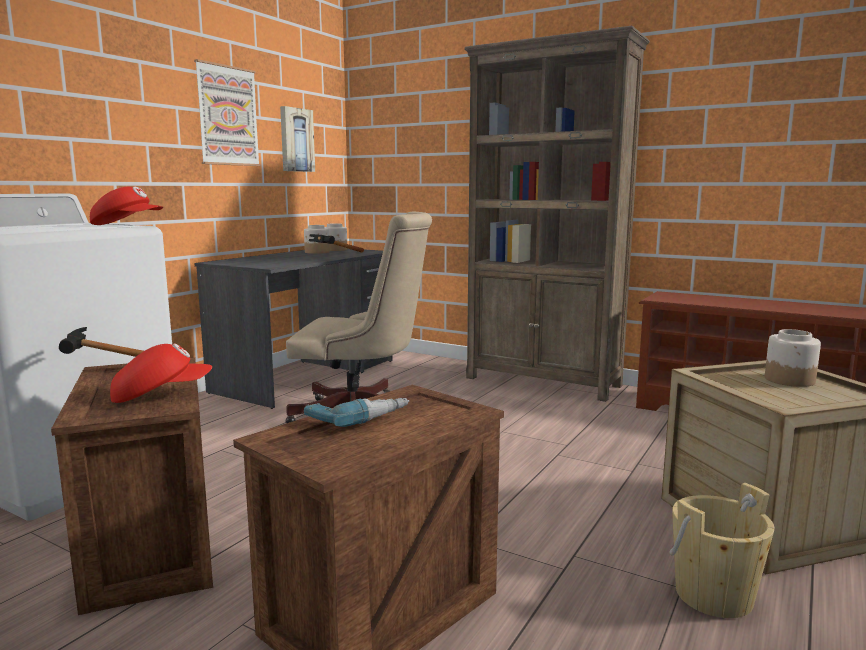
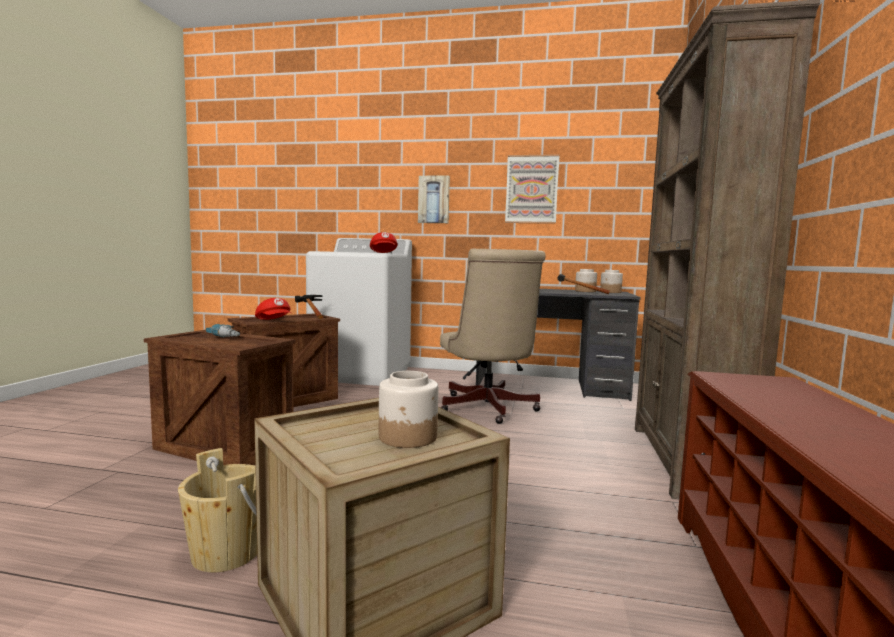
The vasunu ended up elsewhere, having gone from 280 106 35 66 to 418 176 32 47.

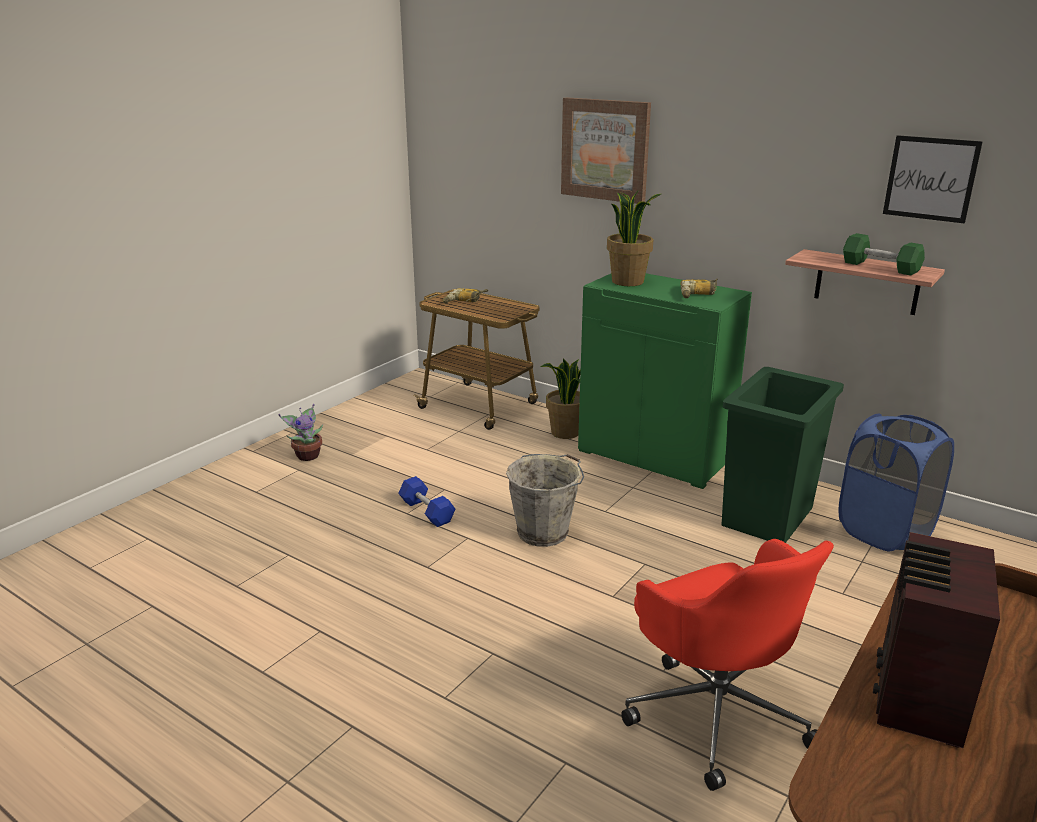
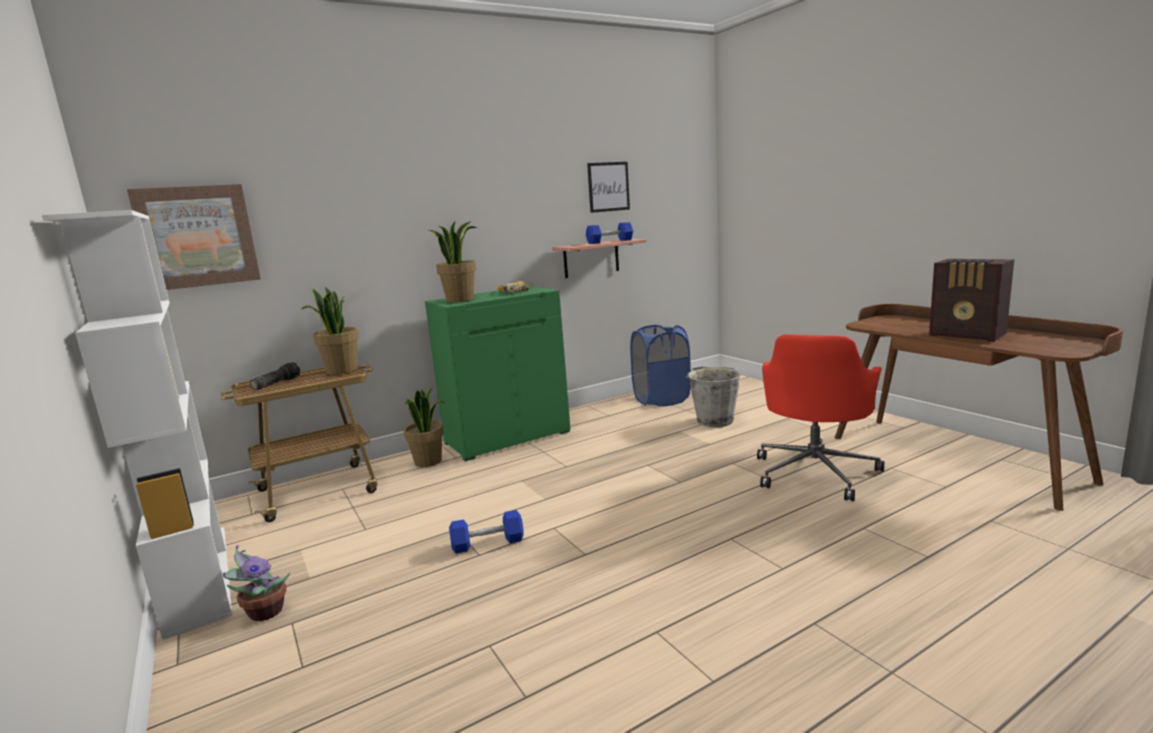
The second view lost the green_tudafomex at 722 367 122 176.
The second view gained the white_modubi at 42 210 190 430.
The second view gained the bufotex at 302 287 57 88.
The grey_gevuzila ended up elsewhere, having gone from 506 454 78 93 to 686 366 55 61.
The vasunu ended up elsewhere, having gone from 561 97 90 107 to 127 184 134 106.
Where the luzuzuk stood at 443 289 45 14, the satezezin came to stand at 250 362 50 29.
What was the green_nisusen at 843 233 82 43 turned into the blue_nisusen at 586 222 47 22.
The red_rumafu at 621 539 213 252 ended up facing another way, 120 degrees clockwise from before.

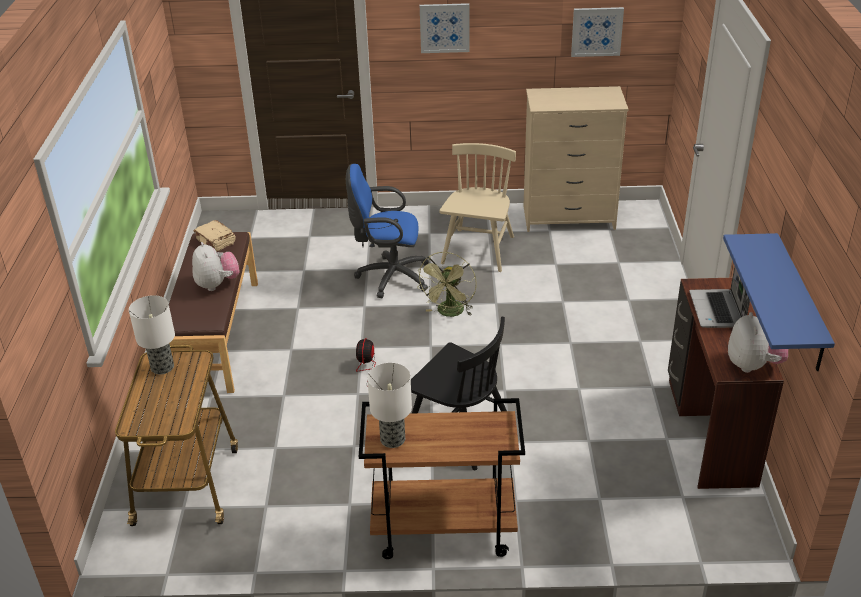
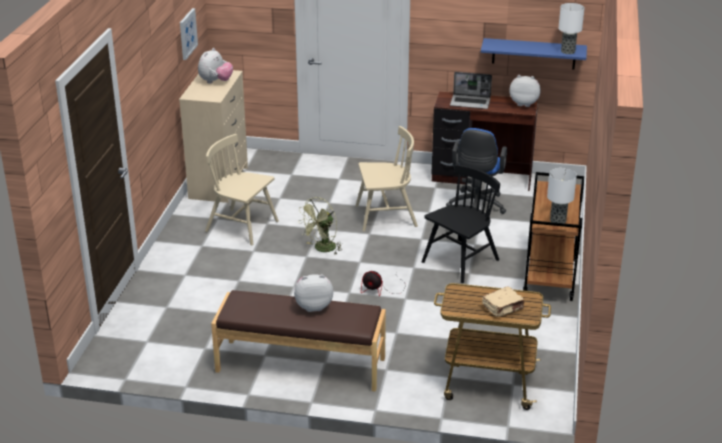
The second view lost the vasunu at 420 3 50 50.
The second view gained the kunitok at 198 48 35 36.
The second view gained the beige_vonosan at 355 126 63 106.
The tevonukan ended up elsewhere, having gone from 129 295 46 79 to 559 3 26 51.
The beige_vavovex ended up elsewhere, having gone from 193 220 43 31 to 482 287 43 30.
The blue_rumafu ended up elsewhere, having gone from 346 164 83 134 to 446 128 61 86.
The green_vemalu at 417 252 60 65 ended up facing another way, 105 degrees clockwise from before.

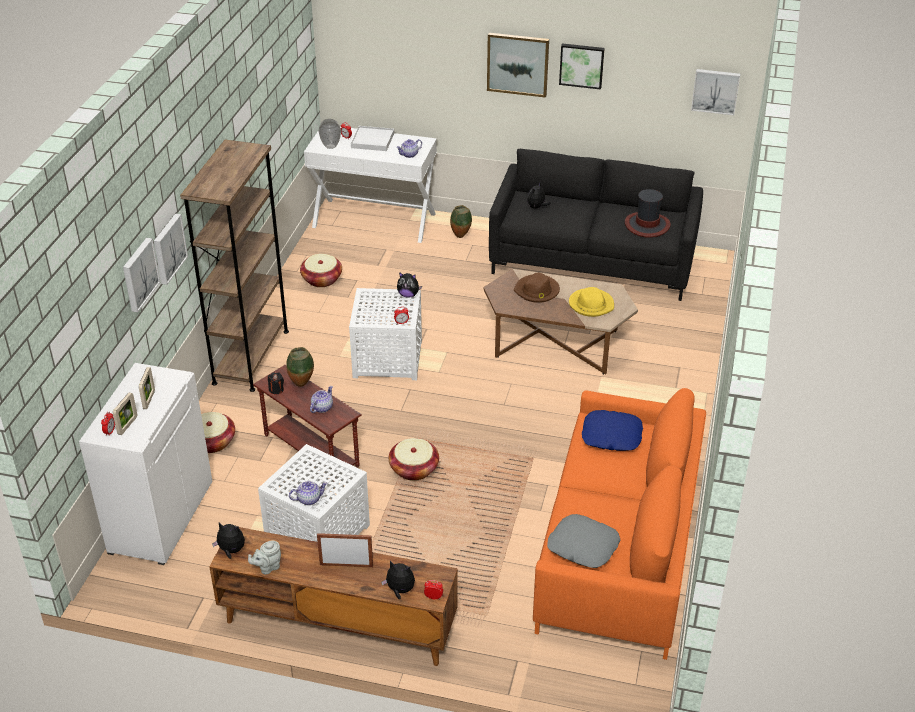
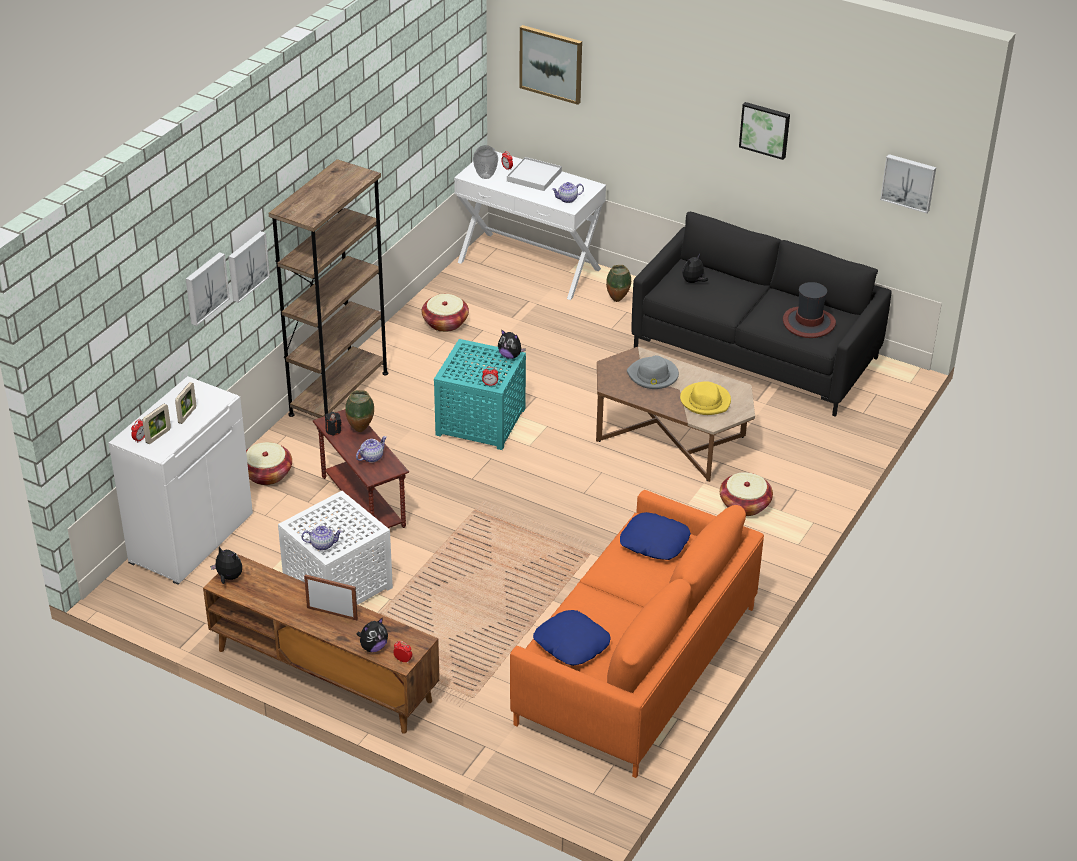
The second view lost the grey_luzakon at 248 541 33 33.
The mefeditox ended up elsewhere, having gone from 389 438 50 43 to 720 472 53 44.
The vasunu ended up elsewhere, having gone from 487 33 62 65 to 519 25 63 80.
What was the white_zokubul at 349 288 73 92 turned into the turquoise_zokubul at 434 339 92 111.
What was the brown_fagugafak at 514 273 46 30 turned into the grey_fagugafak at 627 355 52 34.
What was the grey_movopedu at 547 514 73 54 turned into the blue_movopedu at 533 610 78 56.
The kunitok at 381 561 34 39 ended up facing another way, 105 degrees clockwise from before.

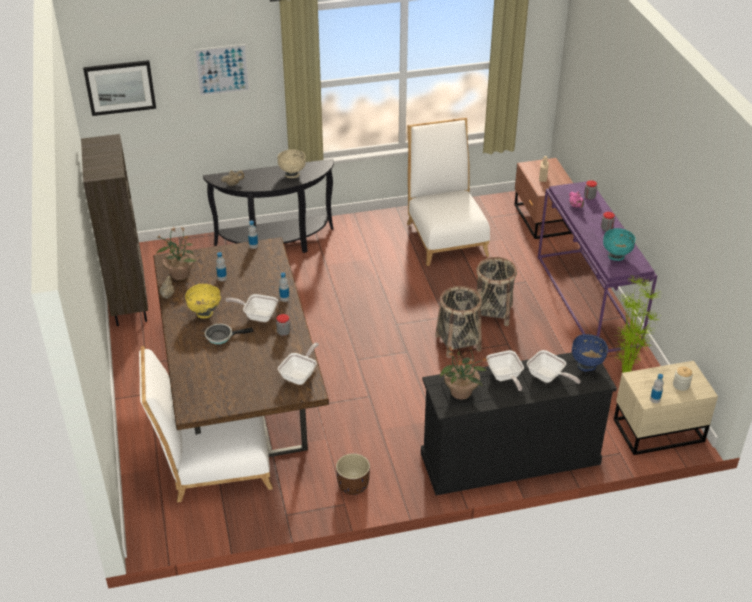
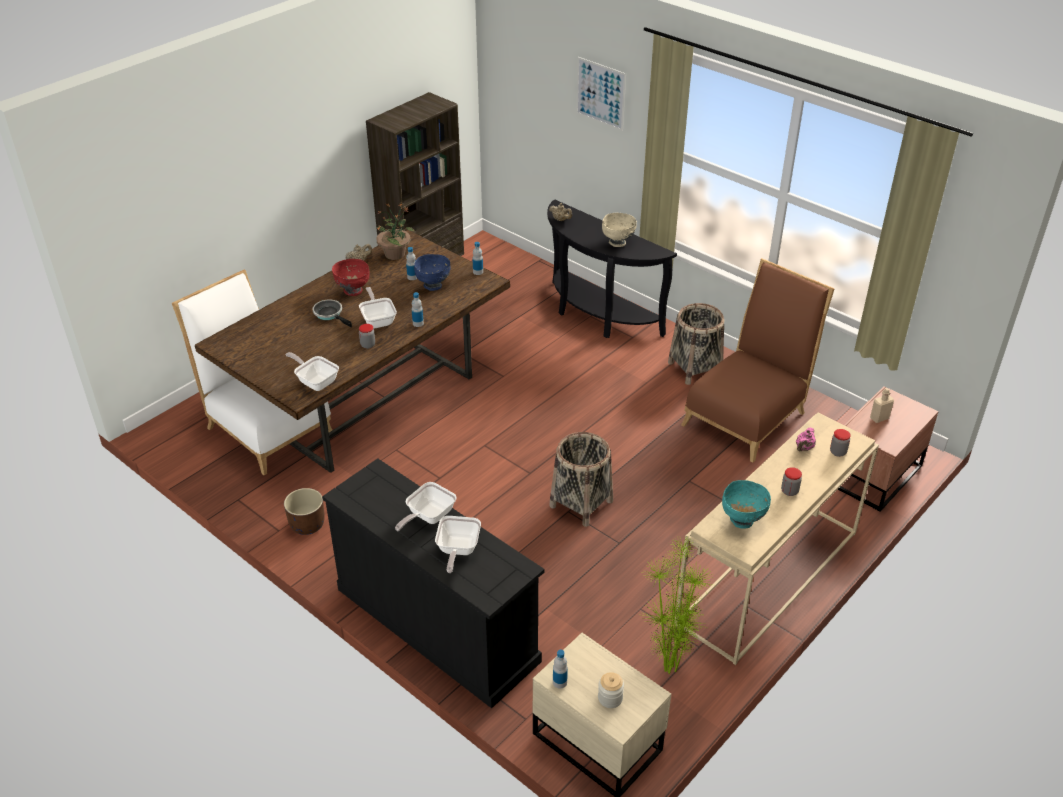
The second view lost the vasunu at 83 60 73 56.
The second view lost the bufotex at 440 347 48 52.
The mefeditox ended up elsewhere, having gone from 476 257 41 69 to 668 303 56 82.
The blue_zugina ended up elsewhere, having gone from 572 334 36 38 to 414 254 37 37.
What was the yellow_zugina at 185 284 36 34 turned into the red_zugina at 332 259 38 37.
What was the white_vonosan at 407 118 83 148 turned into the brown_vonosan at 681 258 153 205.
What was the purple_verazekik at 538 181 119 171 turned into the beige_verazekik at 675 413 204 252.
The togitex at 278 343 41 42 ended up facing another way, 135 degrees counterclockwise from before.

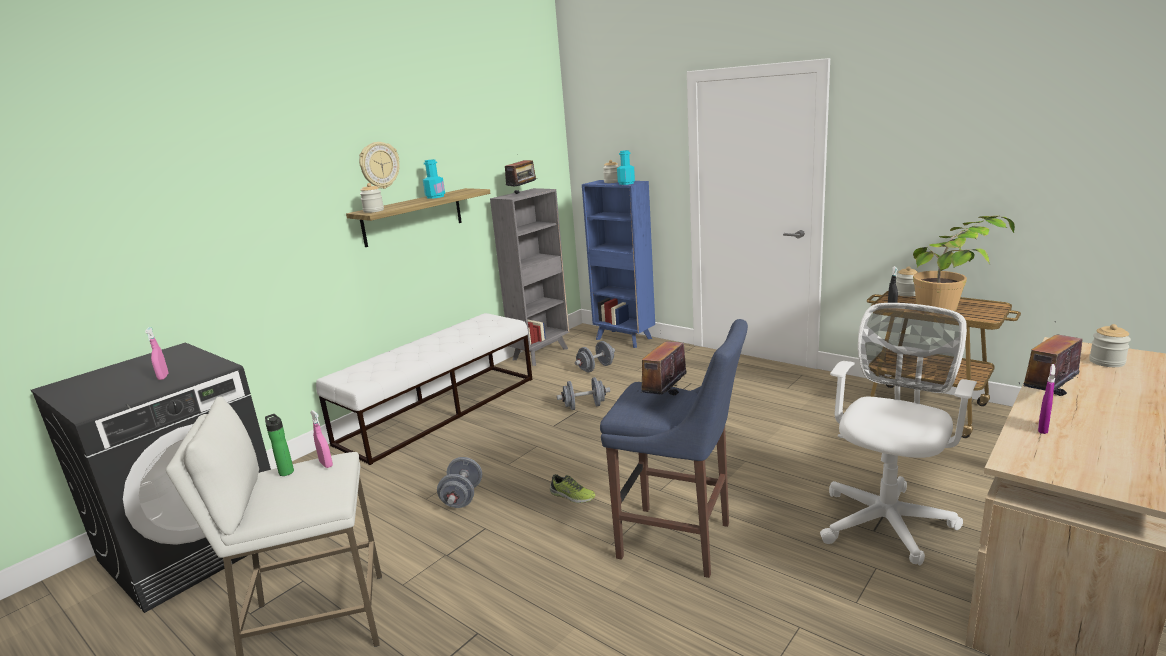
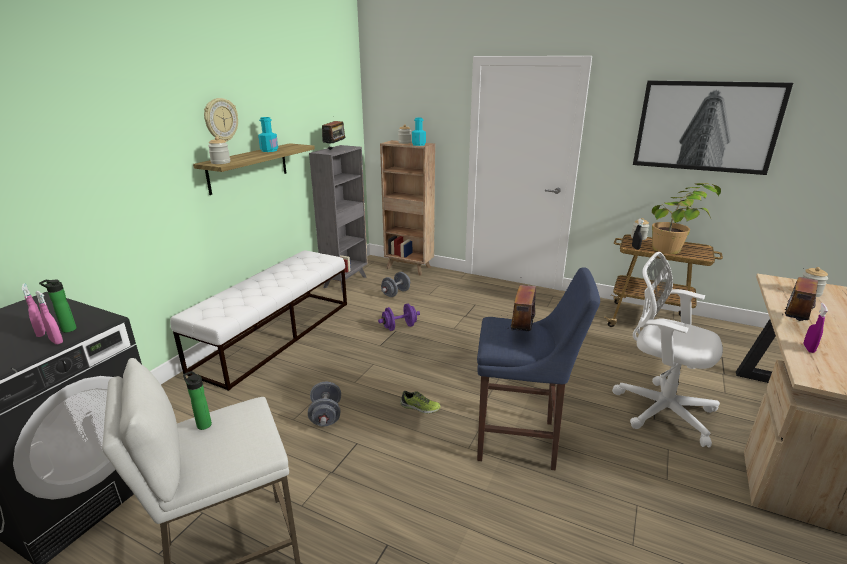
The second view gained the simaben at 39 279 38 54.
The second view gained the vasunu at 633 80 160 95.
The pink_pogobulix ended up elsewhere, having gone from 310 410 23 58 to 35 291 28 53.
What was the grey_nisusen at 557 377 53 33 turned into the purple_nisusen at 378 304 42 27.
What was the blue_modubi at 582 180 73 168 turned into the brown_modubi at 380 140 55 136.
The white_rumafu at 820 303 157 263 ended up facing another way, 75 degrees counterclockwise from before.

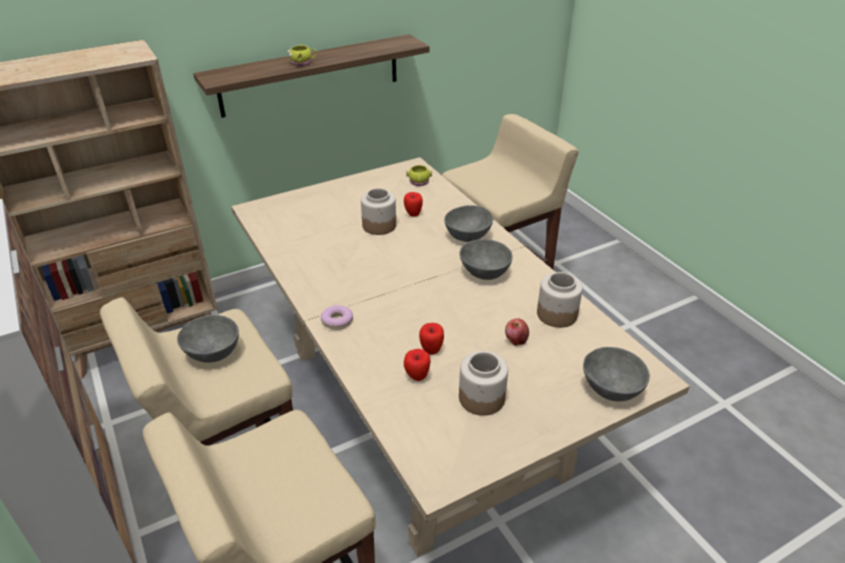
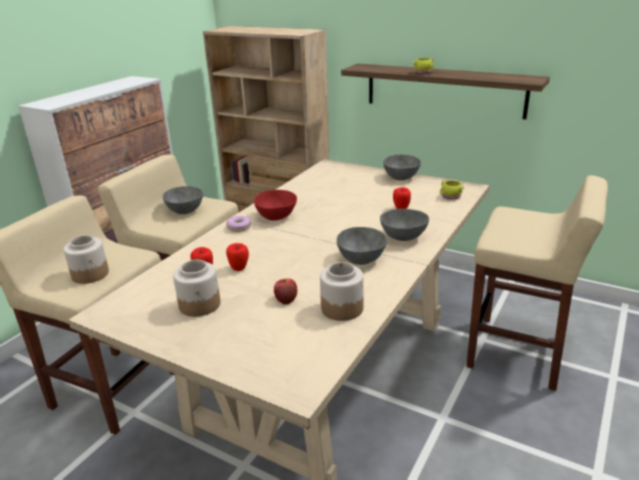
The second view gained the red_zugina at 254 190 43 31.
The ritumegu ended up elsewhere, having gone from 361 188 35 47 to 64 235 45 49.
The grey_zugina ended up elsewhere, having gone from 583 347 67 55 to 383 154 38 26.

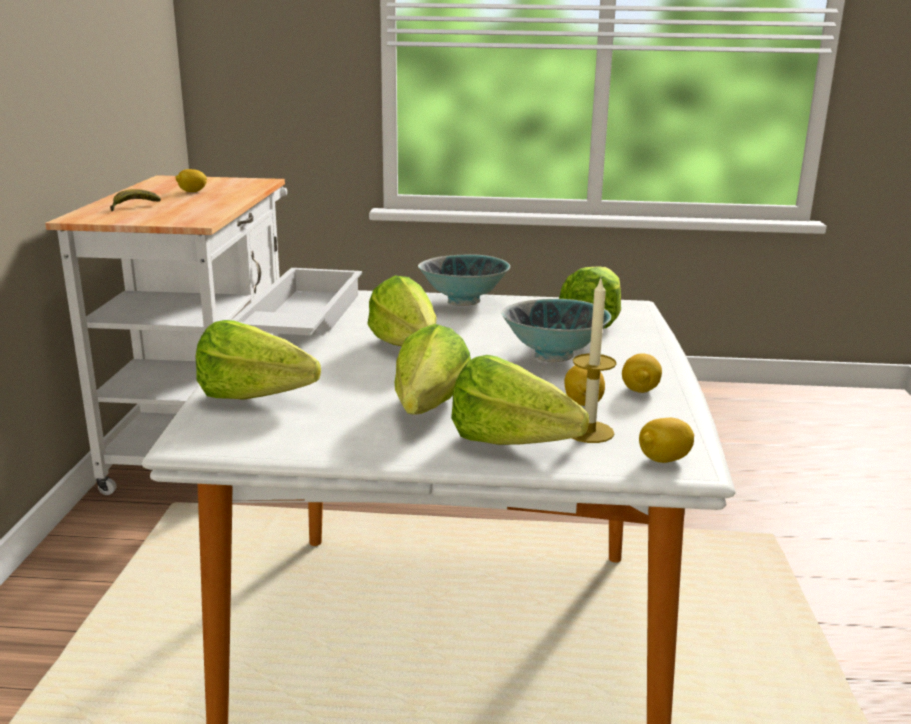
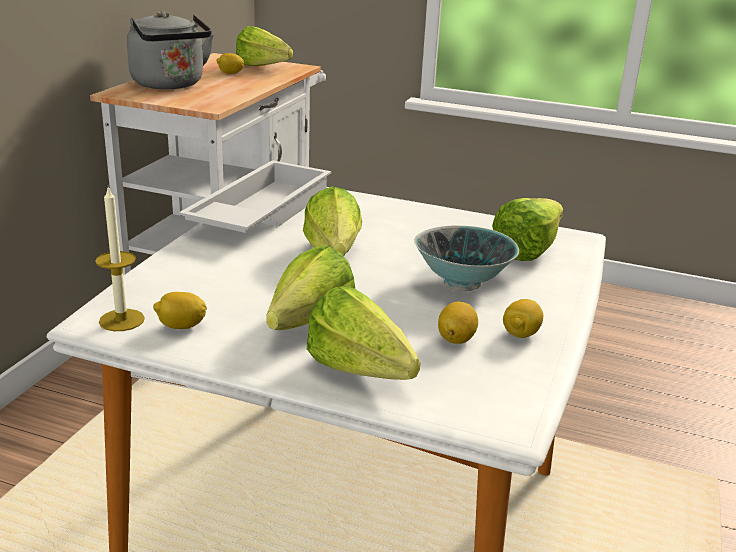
The second view lost the zugina at 418 254 92 52.
The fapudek ended up elsewhere, having gone from 196 320 125 80 to 236 26 57 40.
The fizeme ended up elsewhere, having gone from 572 279 45 164 to 95 186 50 145.
The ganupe ended up elsewhere, having gone from 639 418 55 45 to 153 292 54 37.
Where the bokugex stood at 110 189 51 22, the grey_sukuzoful came to stand at 127 11 87 78.

